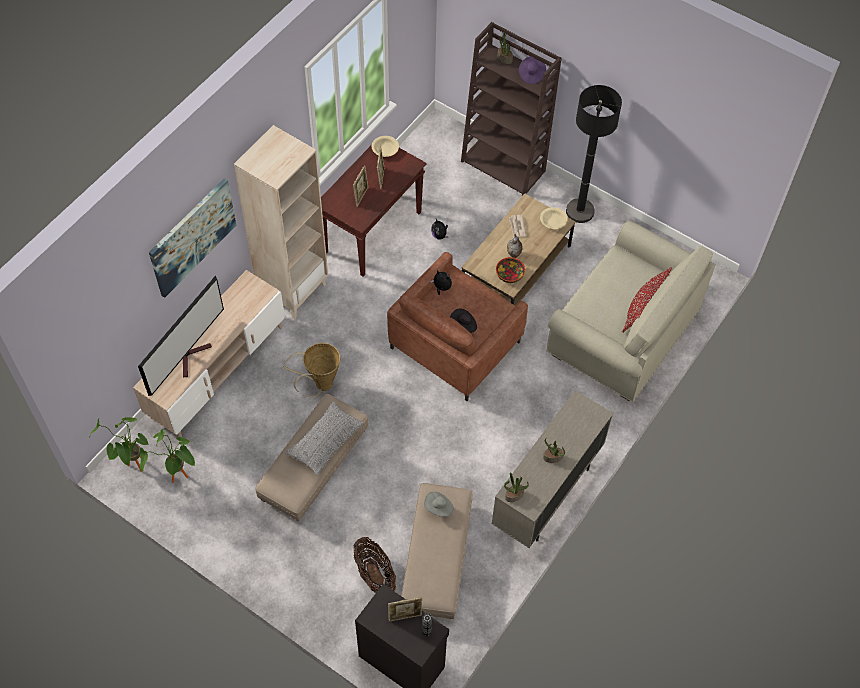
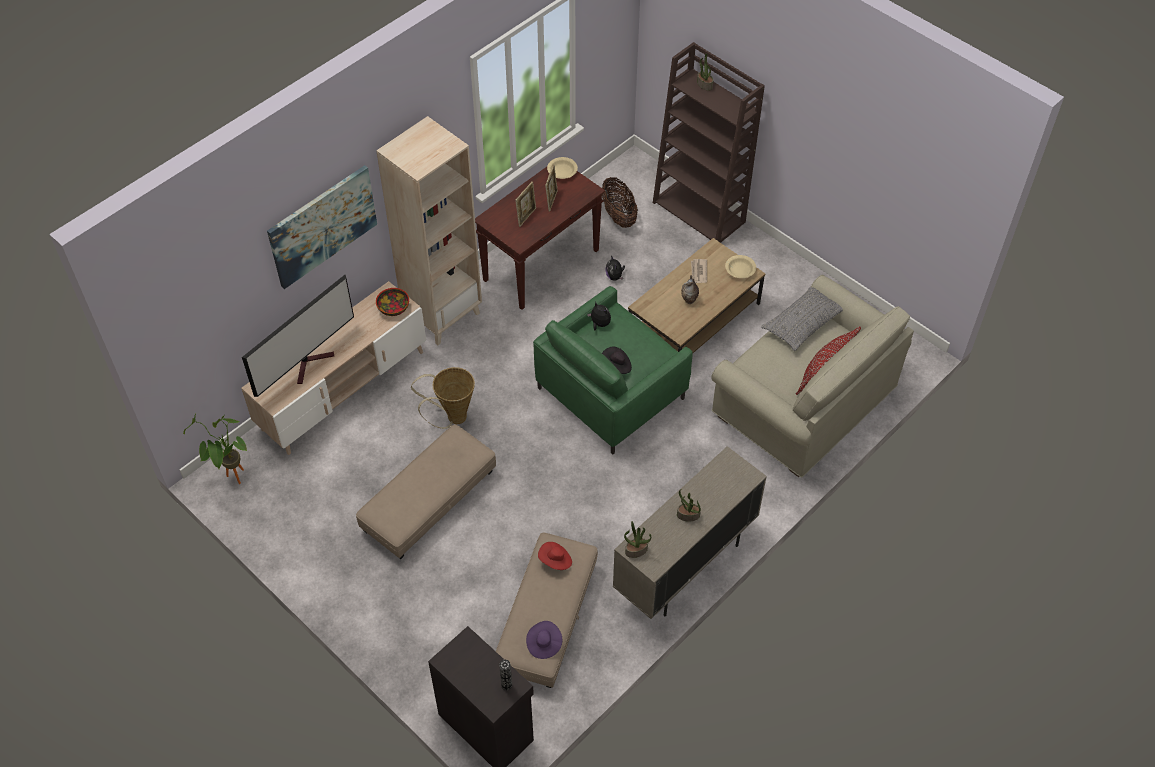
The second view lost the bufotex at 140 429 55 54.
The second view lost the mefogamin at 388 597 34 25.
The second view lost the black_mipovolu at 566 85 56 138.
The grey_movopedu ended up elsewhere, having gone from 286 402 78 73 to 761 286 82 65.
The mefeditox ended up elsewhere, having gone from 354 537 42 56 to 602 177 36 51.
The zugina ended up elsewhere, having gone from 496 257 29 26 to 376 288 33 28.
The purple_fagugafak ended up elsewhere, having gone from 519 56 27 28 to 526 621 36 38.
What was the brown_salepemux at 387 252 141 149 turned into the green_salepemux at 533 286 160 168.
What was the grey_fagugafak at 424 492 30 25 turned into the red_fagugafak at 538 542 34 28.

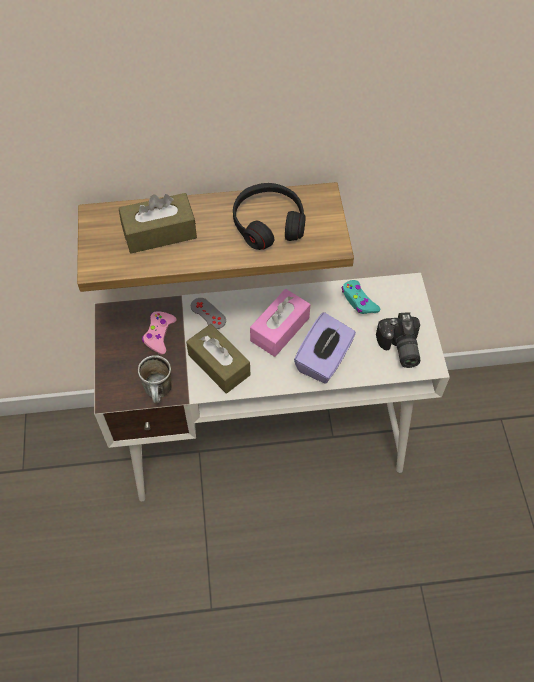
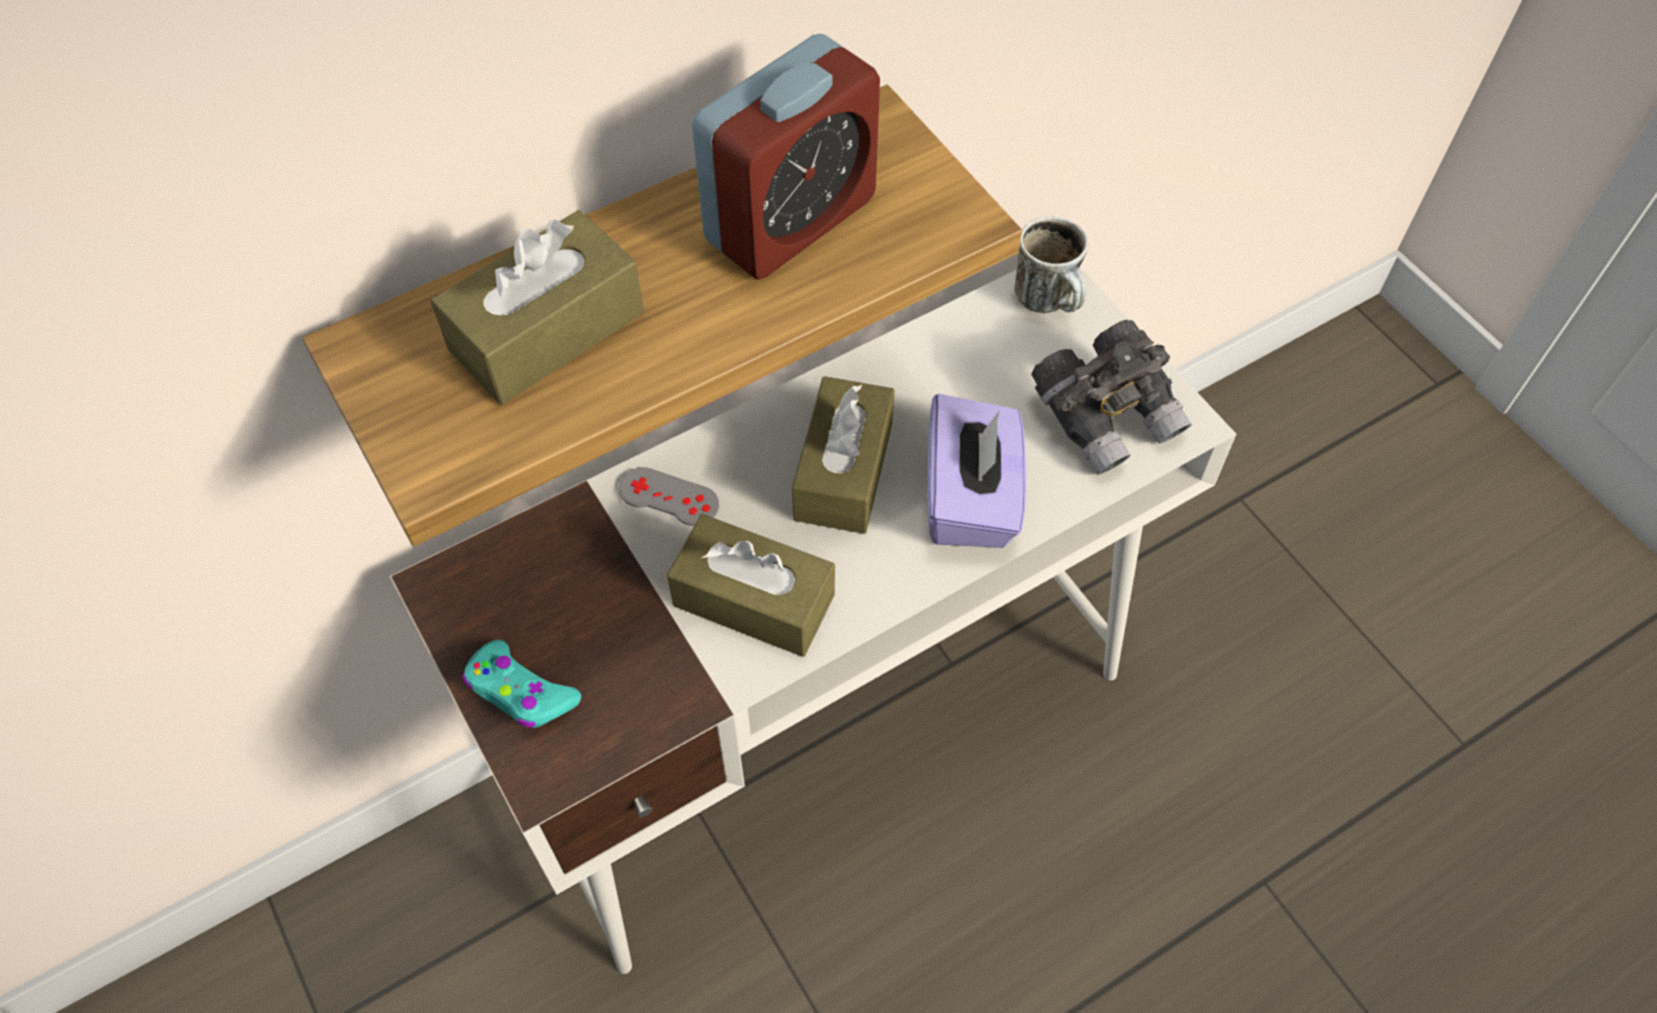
The second view lost the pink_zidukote at 142 311 34 44.
The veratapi ended up elsewhere, having gone from 138 355 34 48 to 1014 216 74 97.
The turquoise_zidukote ended up elsewhere, having gone from 342 280 38 34 to 462 640 119 88.
Where the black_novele stood at 233 183 73 67, the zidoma came to stand at 692 34 188 246.
Where the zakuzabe stood at 376 312 44 56, the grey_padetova came to stand at 1031 320 161 155.
What was the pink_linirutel at 250 289 60 68 turned into the brown_linirutel at 792 376 103 158.

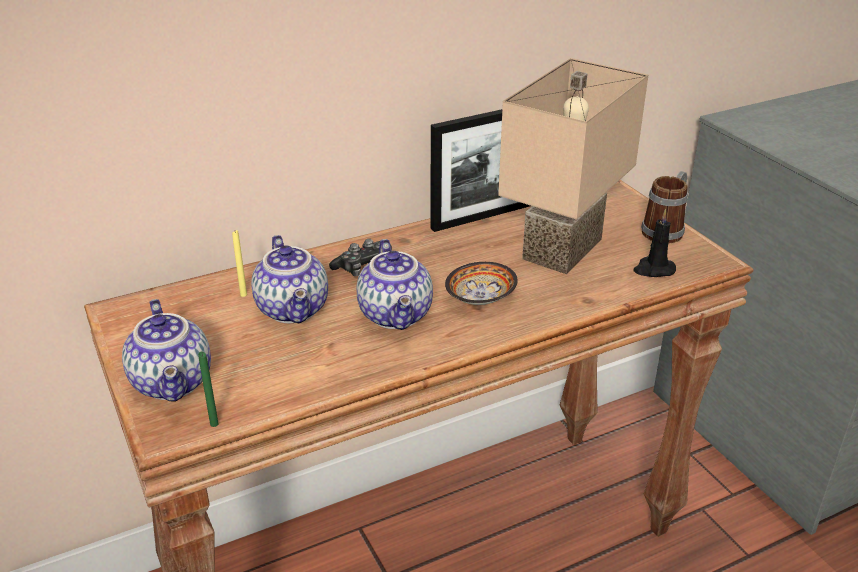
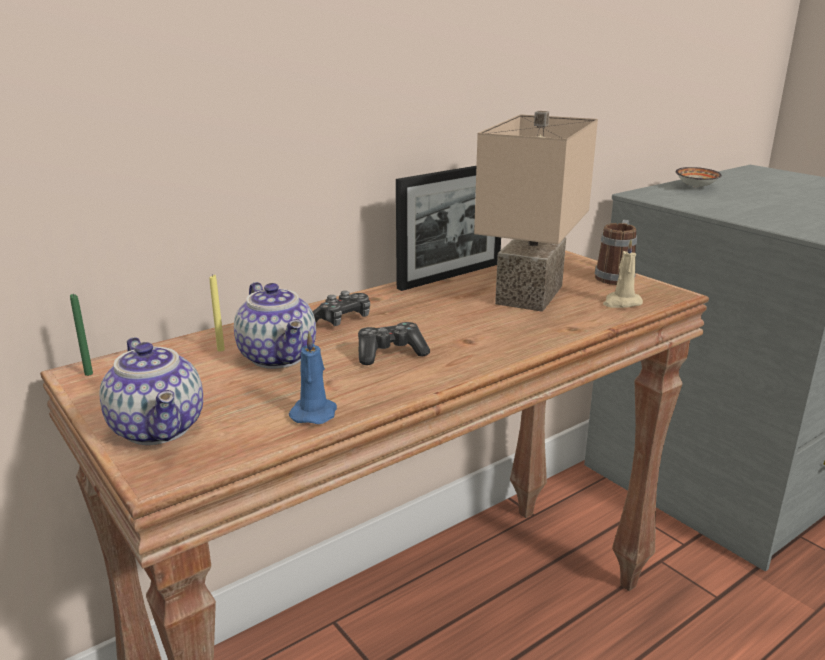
The second view gained the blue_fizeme at 289 331 48 93.
The green_fizeme ended up elsewhere, having gone from 198 352 21 75 to 70 293 23 83.
The zugina ended up elsewhere, having gone from 445 262 73 43 to 676 167 46 21.
Where the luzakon stood at 356 239 77 91, the zidukote came to stand at 358 322 72 43.
What was the black_fizeme at 633 209 43 68 turned into the beige_fizeme at 603 240 40 68.

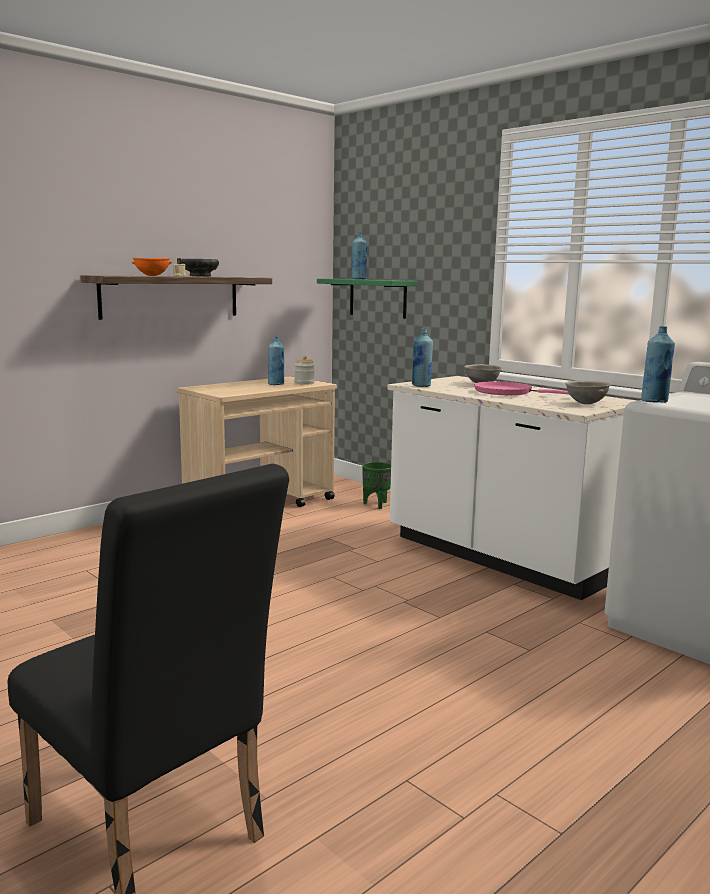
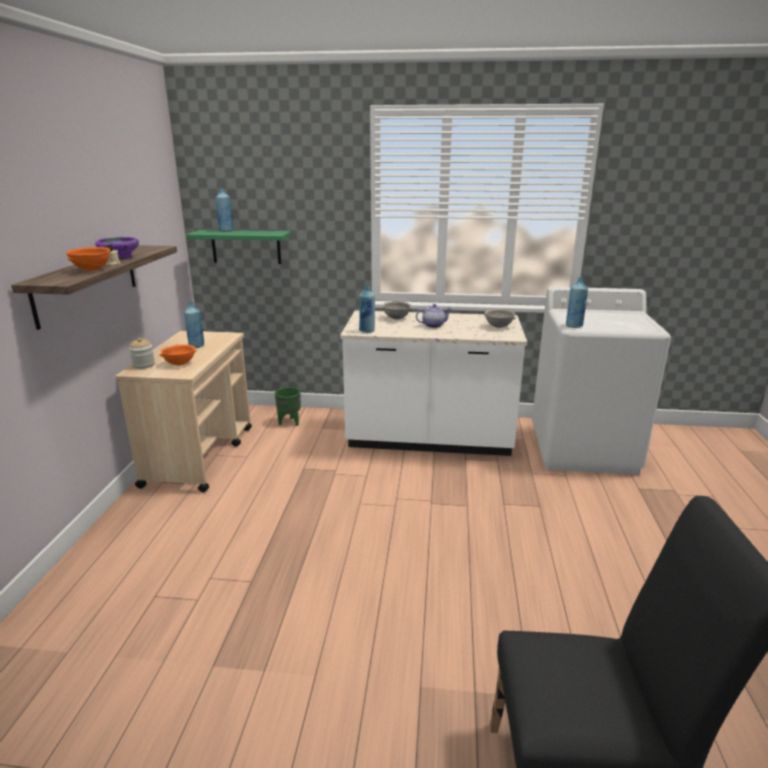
The second view gained the orange_zugina at 160 345 37 20.
The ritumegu ended up elsewhere, having gone from 294 356 21 29 to 129 338 26 31.
Where the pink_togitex stood at 474 381 95 14, the luzakon came to stand at 416 304 36 24.
What was the black_zugina at 181 259 38 18 turned into the purple_zugina at 95 237 44 23.

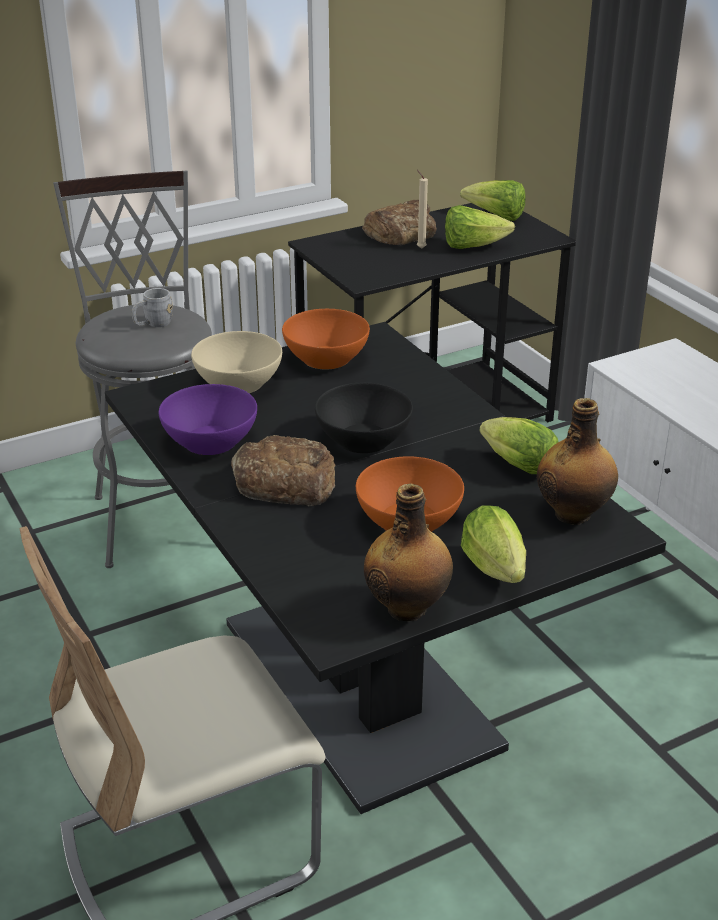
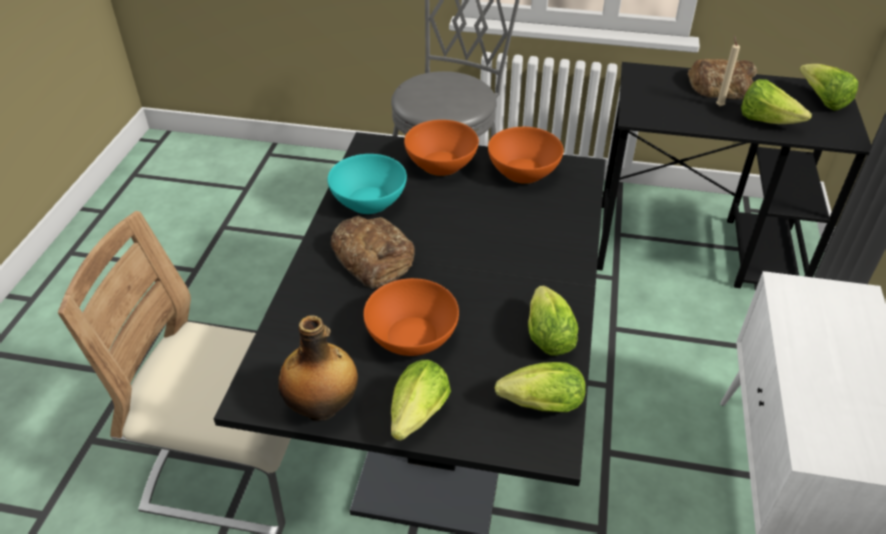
The second view lost the grey_veratapi at 132 288 41 39.
The second view lost the black_zugina at 315 383 98 70.
Where the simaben stood at 537 398 81 126, the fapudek came to stand at 495 362 91 50.
What was the purple_zugina at 159 384 98 71 turned into the turquoise_zugina at 328 154 79 60.
What was the beige_zugina at 191 331 91 62 turned into the orange_zugina at 404 120 75 56.

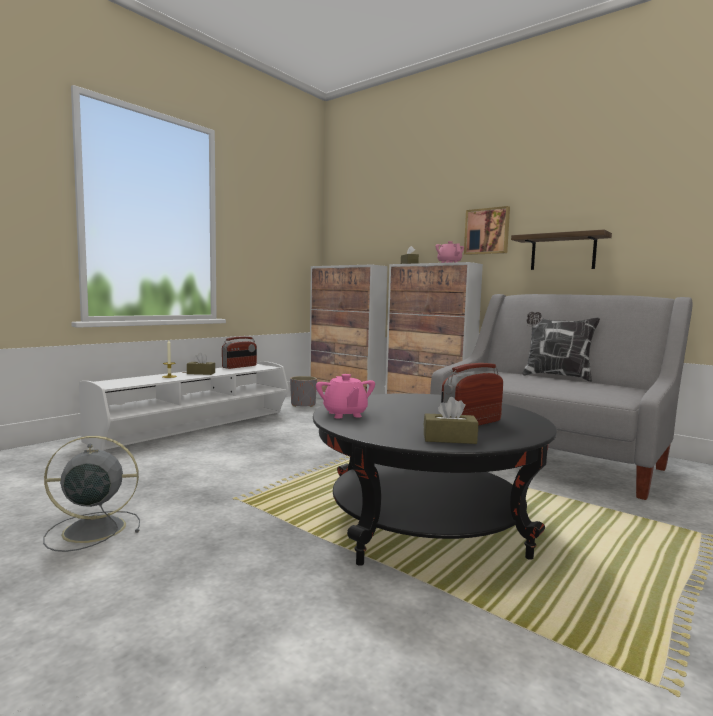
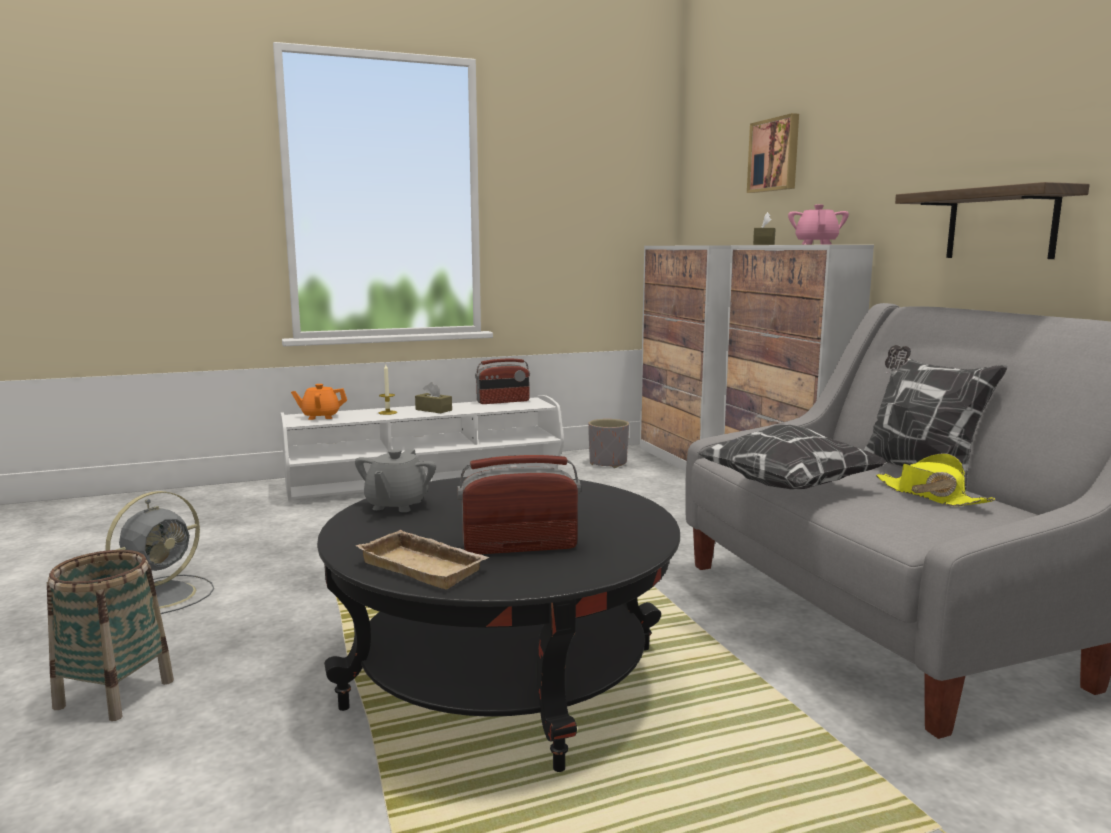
The second view gained the mefeditox at 47 550 127 171.
The second view gained the orange_luzakon at 291 384 56 36.
The second view gained the movopedu at 697 425 190 64.
The second view gained the yellow_fagugafak at 876 453 120 53.
The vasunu ended up elsewhere, having gone from 464 206 46 49 to 747 113 52 80.
Where the brown_linirutel stood at 423 397 55 47, the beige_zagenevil came to stand at 356 530 133 59.
What was the pink_luzakon at 316 374 59 45 turned into the grey_luzakon at 355 449 81 63.
The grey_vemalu at 43 436 97 116 ended up facing another way, 105 degrees clockwise from before.

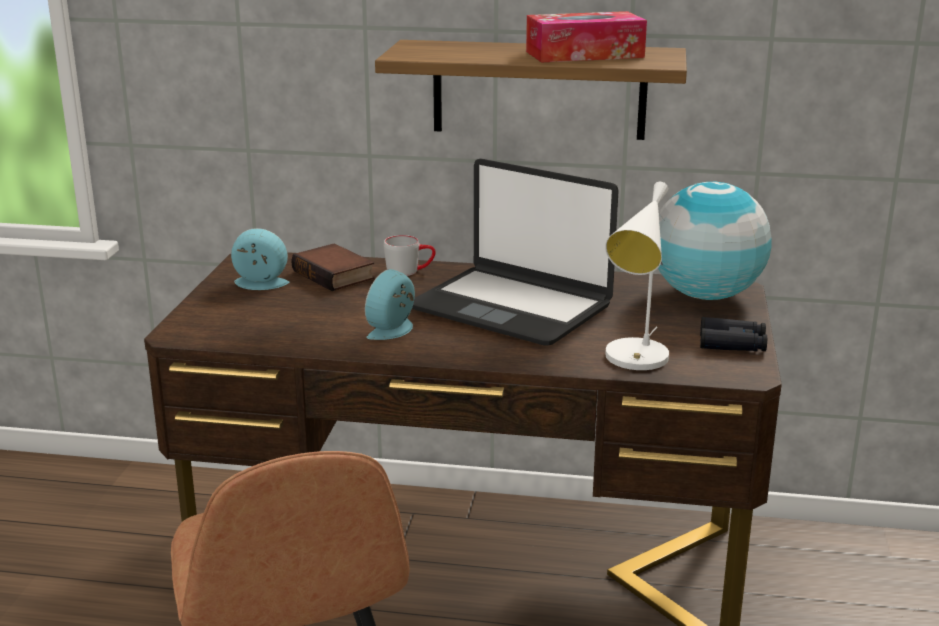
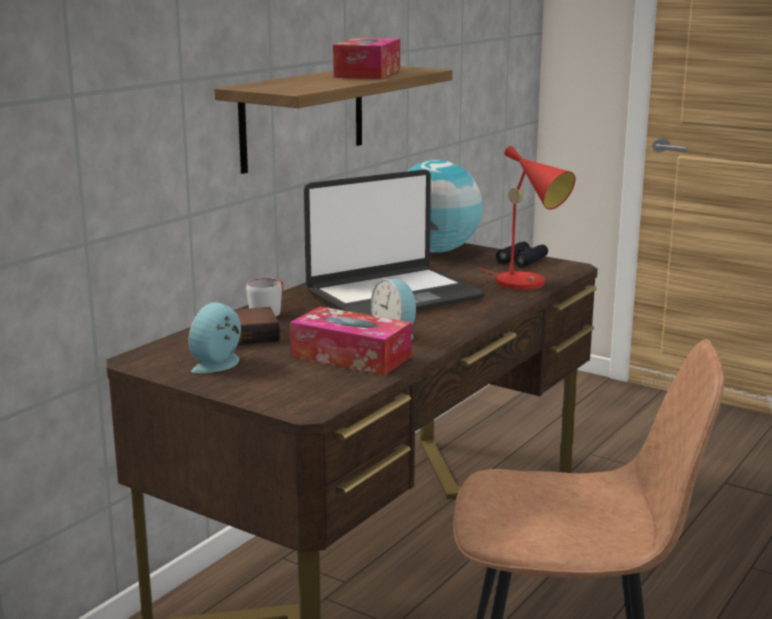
The second view gained the linirutel at 290 307 122 68.
What was the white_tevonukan at 605 181 64 189 turned into the red_tevonukan at 480 146 95 144.

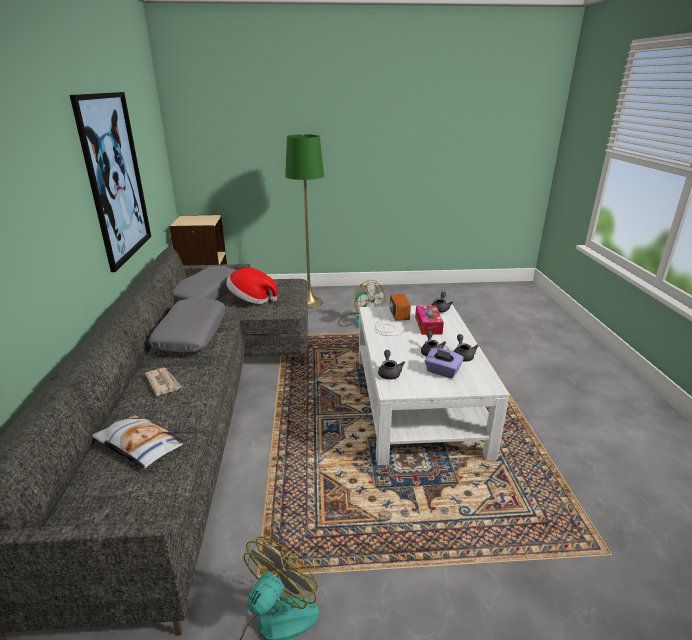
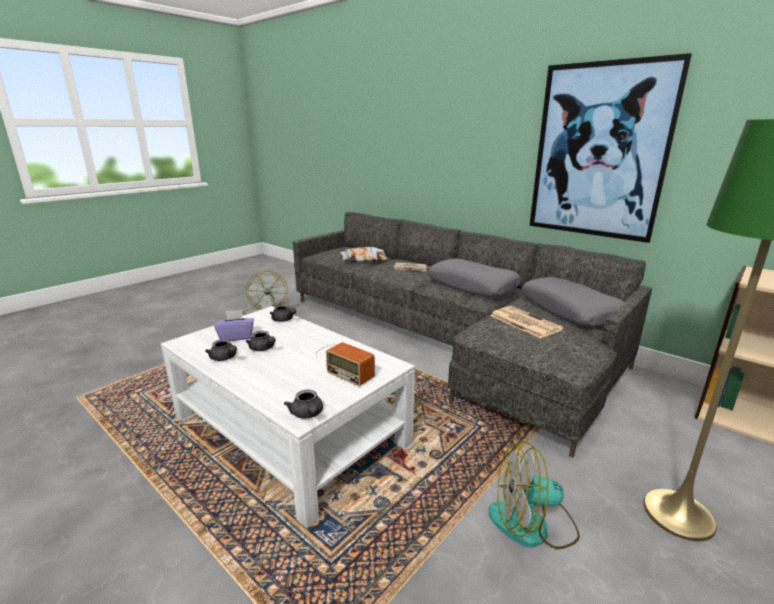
The second view lost the linirutel at 415 305 29 30.
Where the fagugafak stood at 226 267 52 37, the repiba came to stand at 490 306 74 32.

